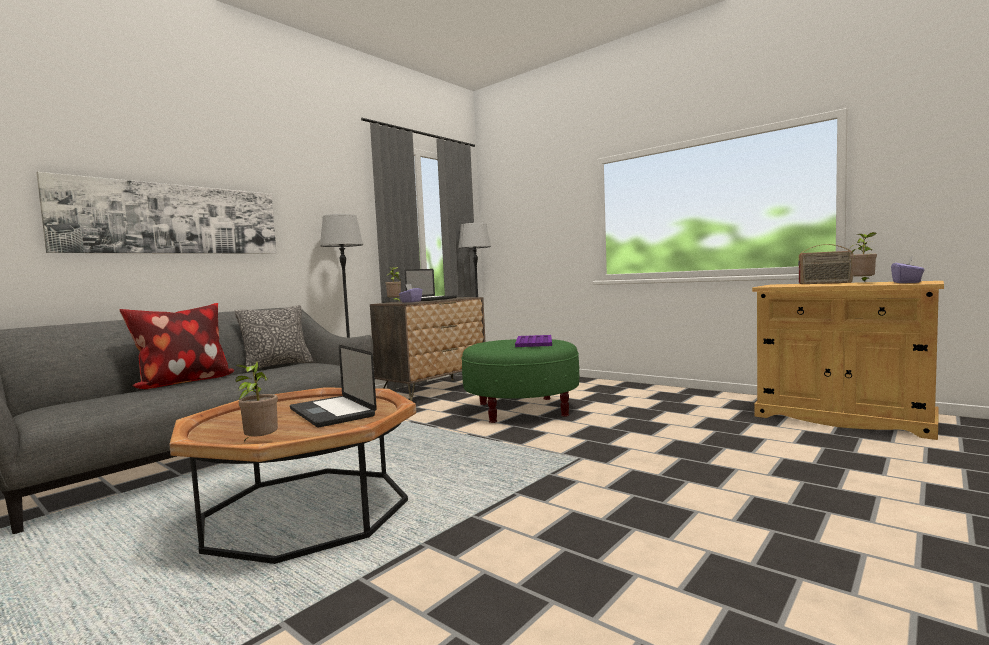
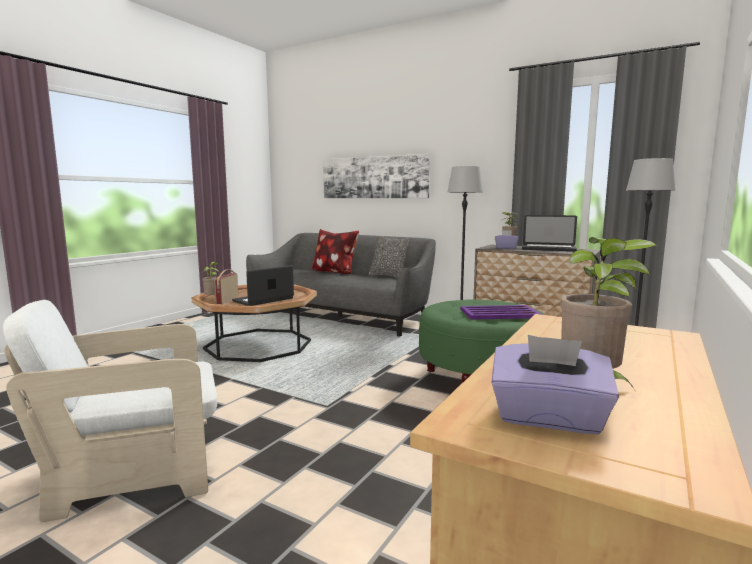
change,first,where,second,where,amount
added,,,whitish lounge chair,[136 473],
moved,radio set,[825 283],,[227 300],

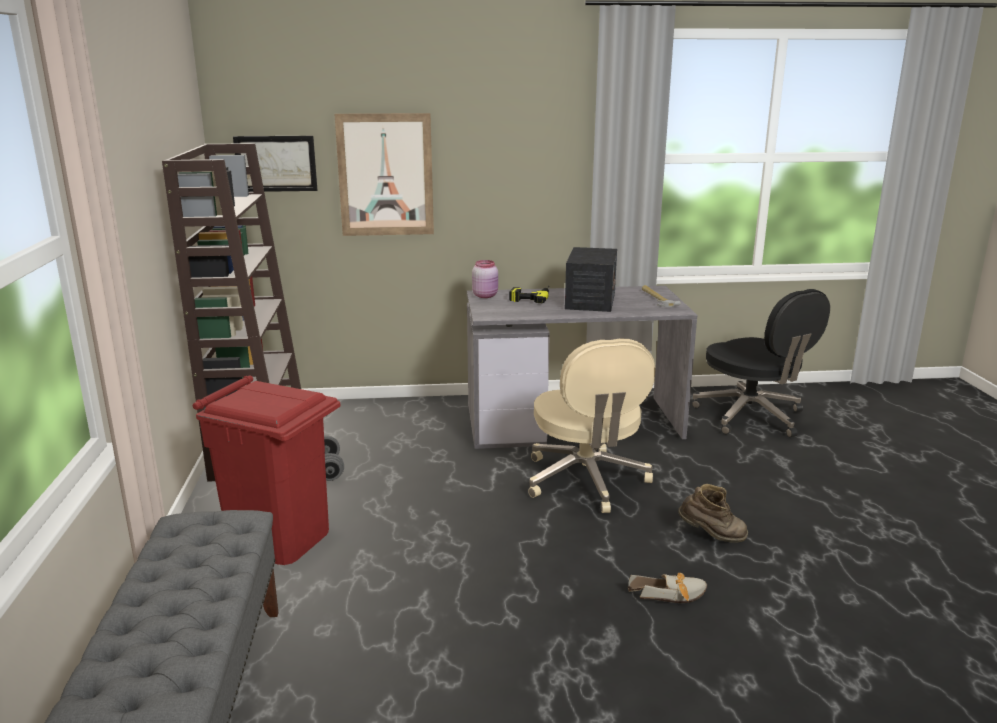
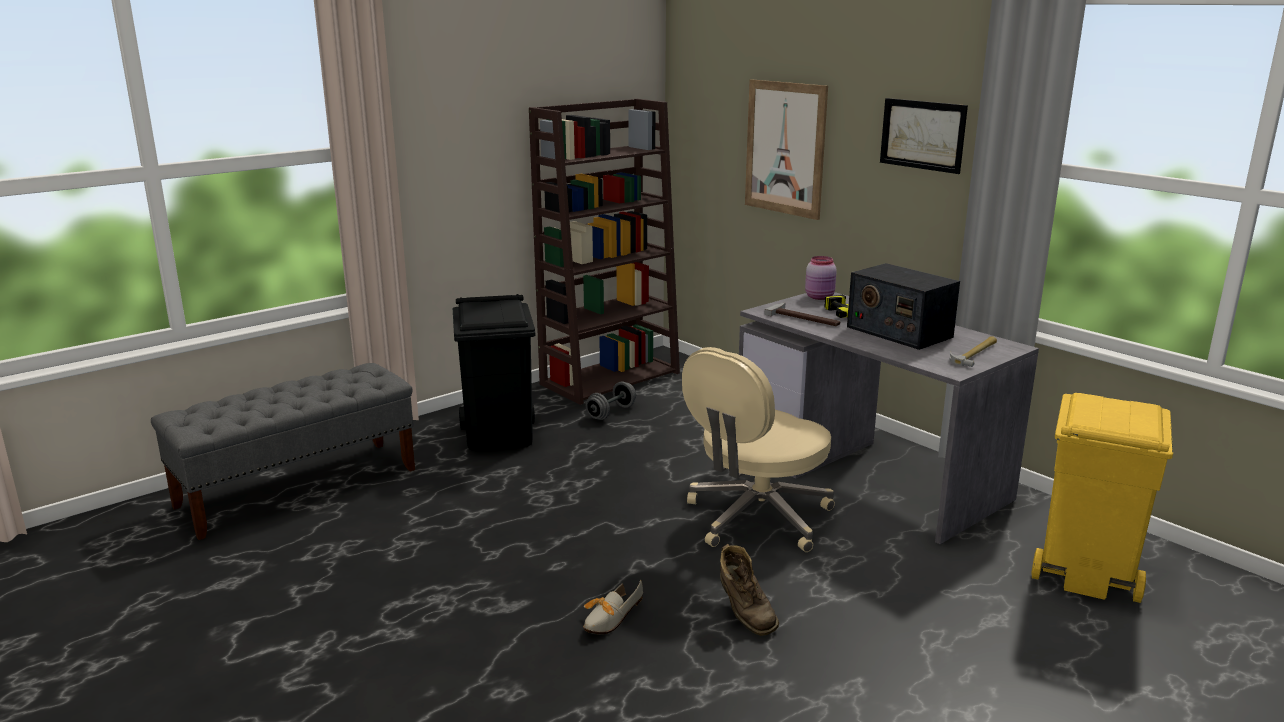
change,first,where,second,where,amount
recoloured,reddish waste bin,[280 538],black-coloured waste bin,[499 435],
turned,low shoe,[672 595],,[608 619],75 degrees clockwise
added,,,hammer,[805 318],
turned,radio set,[590 300],,[898 332],75 degrees clockwise
moved,wall picture,[276 163],,[922 135],
replaced,black-coloured desk chair,[752 417],yellow waste bin,[1085 572],

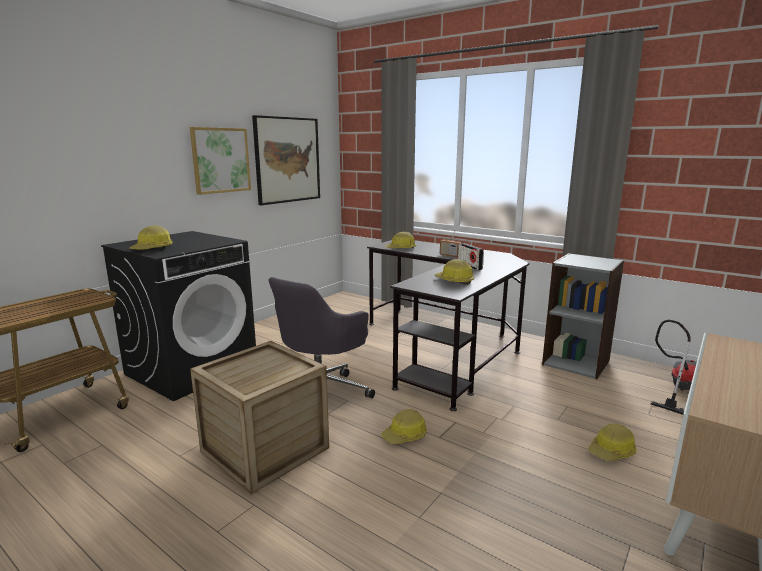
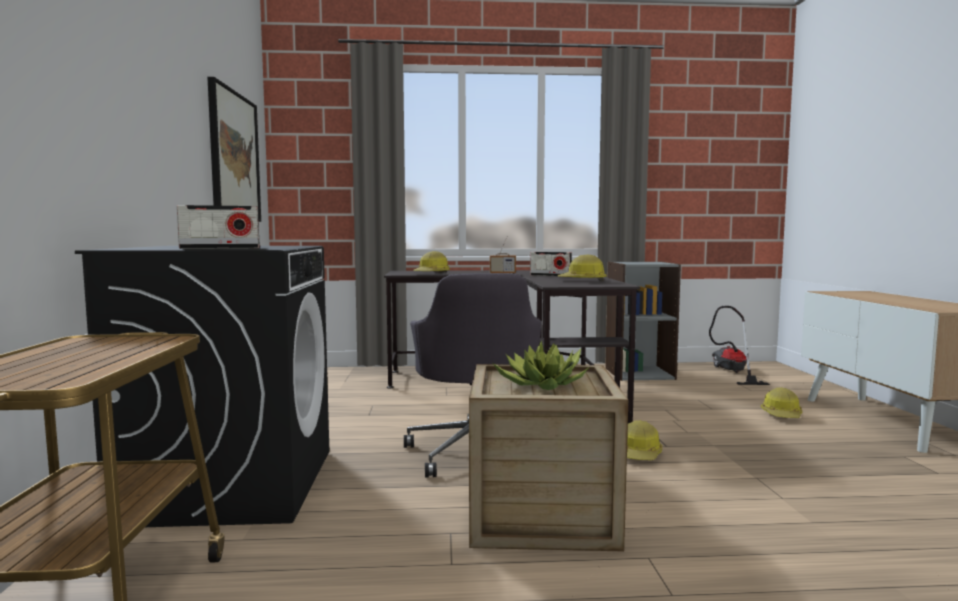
change,first,where,second,where,amount
replaced,hard hat,[153 249],radio set,[220 248],
added,,,plant in a pot,[540 384],
removed,wall picture,[220 160],,,

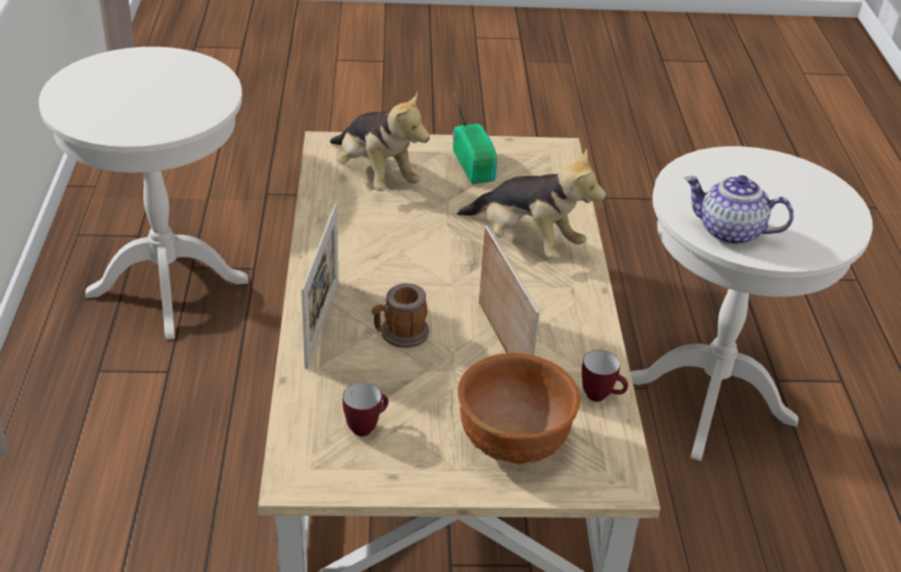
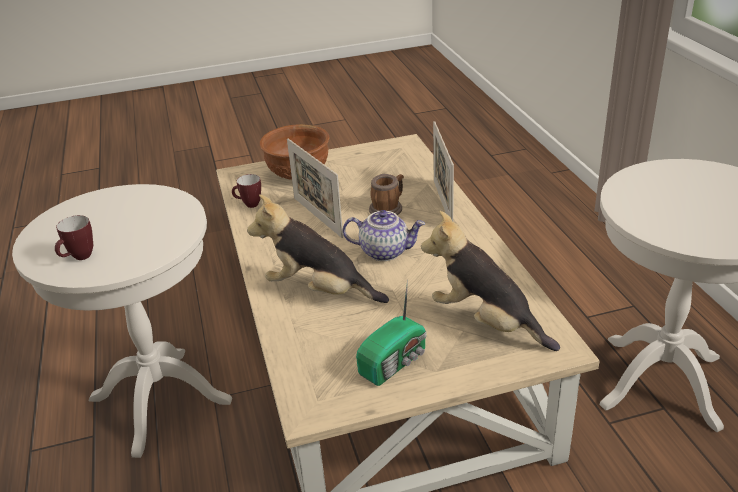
change,first,where,second,where,amount
moved,coffee mug,[366 426],,[79 258],
moved,teapot,[729 232],,[385 251],
turned,radio set,[474 164],,[395 362],105 degrees counterclockwise

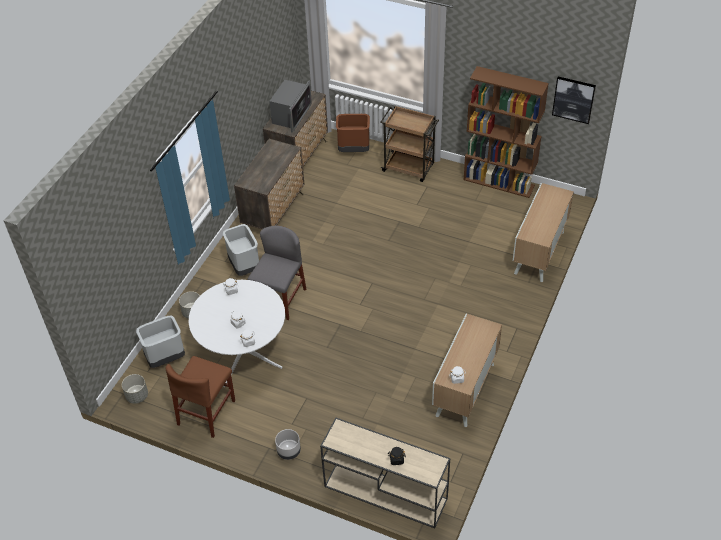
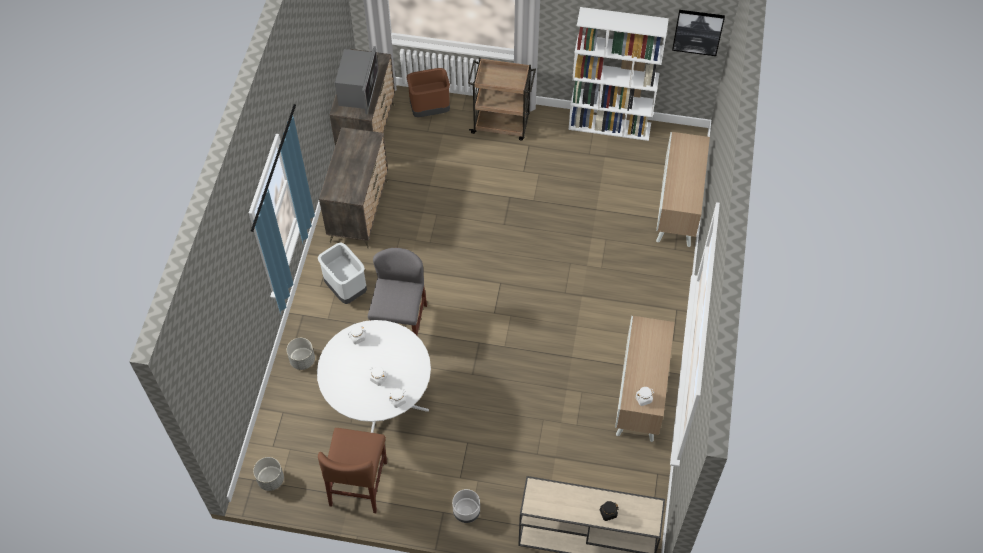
change,first,where,second,where,amount
recoloured,brown-coloured bookshelf,[499 182],whitish bookshelf,[610 126],
removed,grey waste bin,[166 358],,,

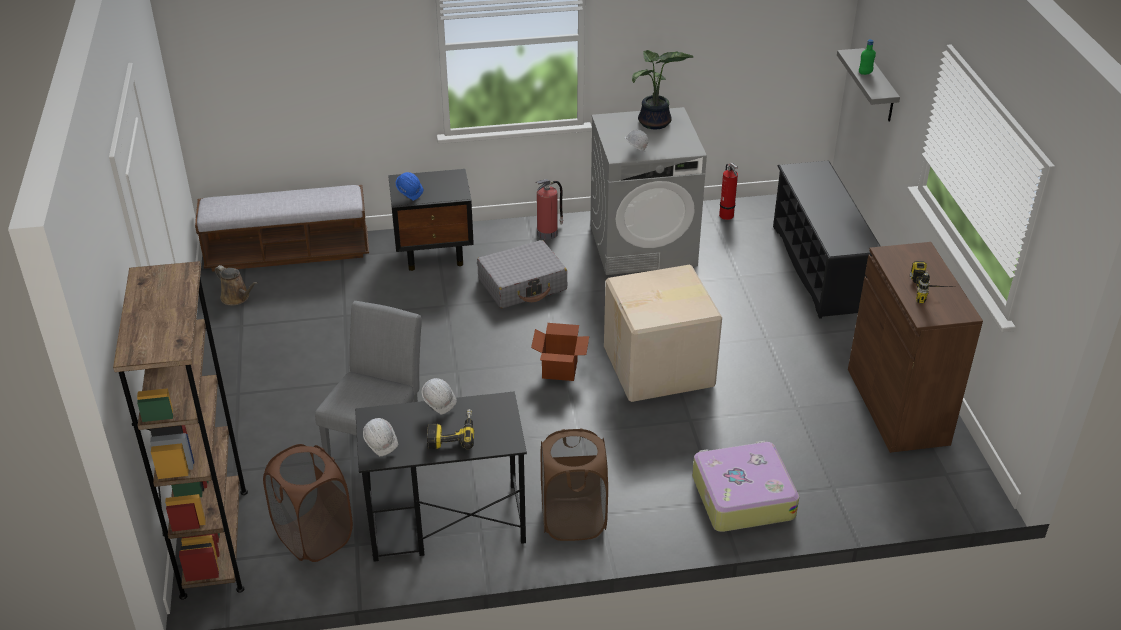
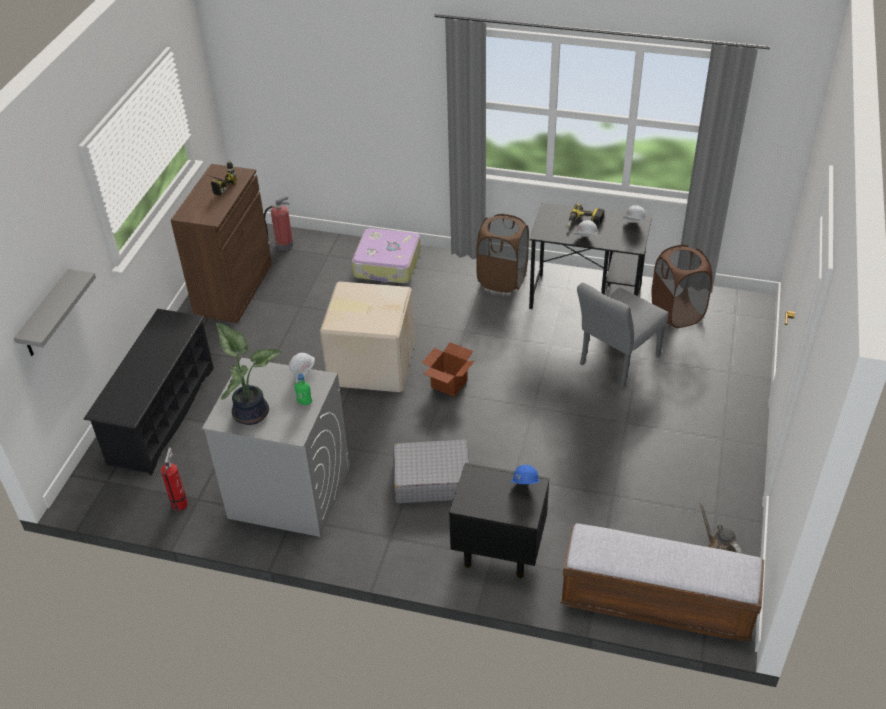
change,first,where,second,where,amount
moved,extinguisher,[548 233],,[283 244],
moved,greenish bottle,[865 73],,[304 402],
removed,brown-coloured bookshelf,[215 542],,,

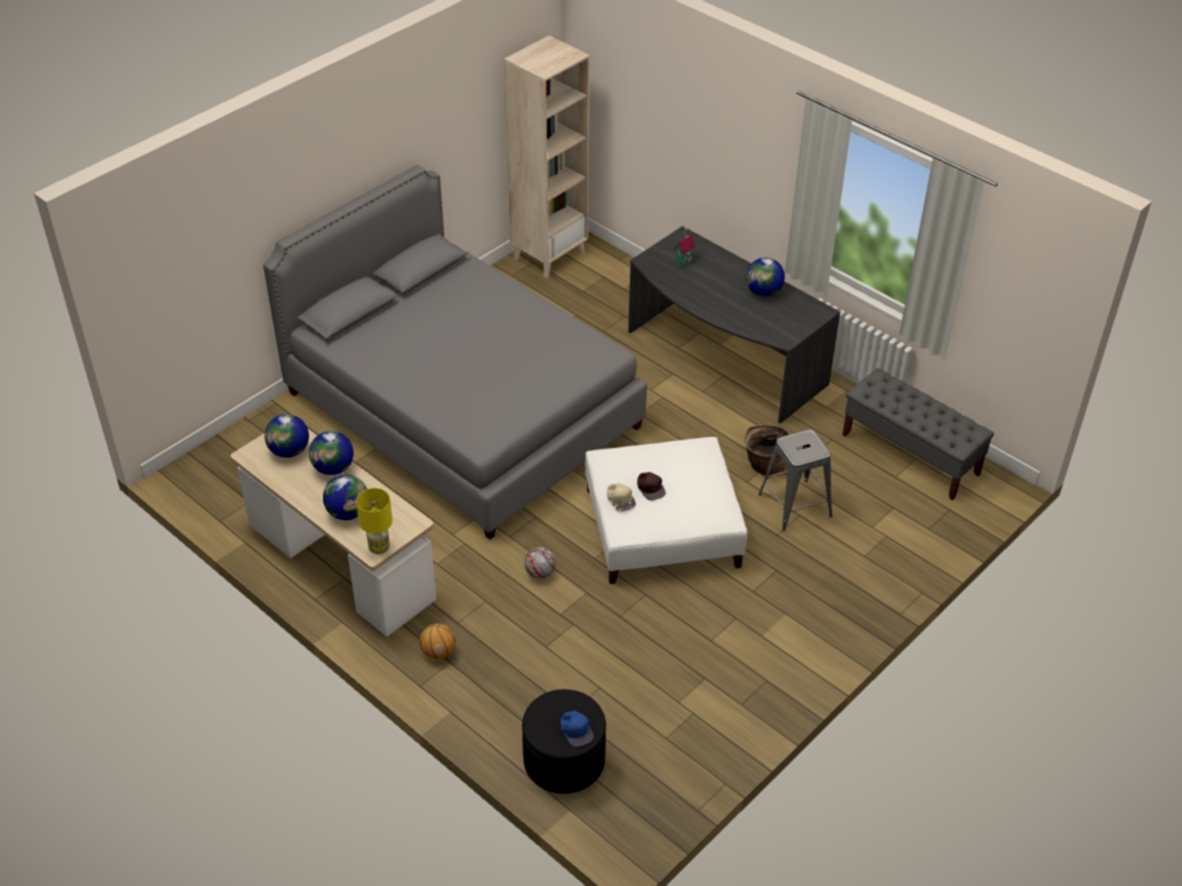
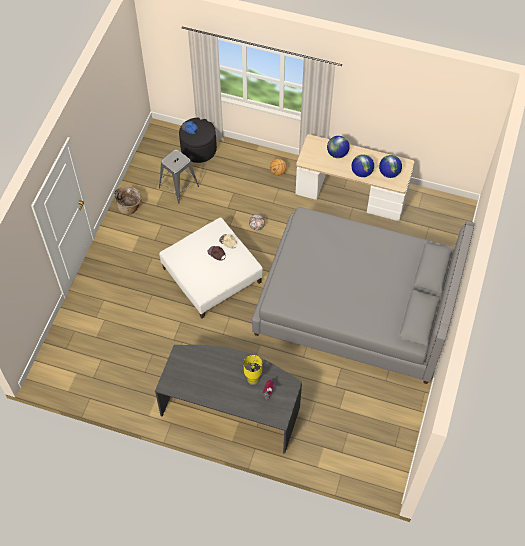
change,first,where,second,where,amount
moved,basket,[764 464],,[130 207],
moved,grey stool,[795 505],,[178 187],
moved,yellow table lamp,[378 548],,[253 380],
removed,beige-coloured bookshelf,[549 255],,,
removed,world globe,[763 292],,,
removed,grey indoor bench,[911 454],,,

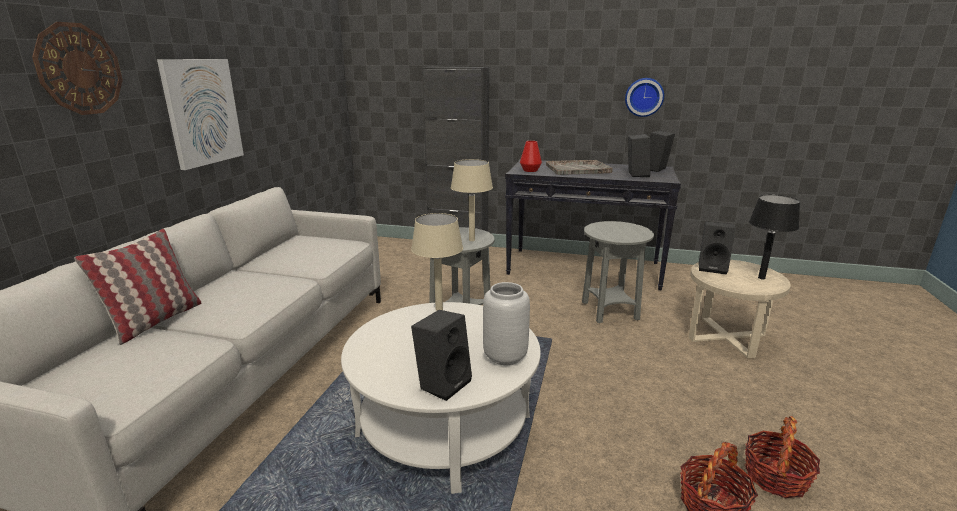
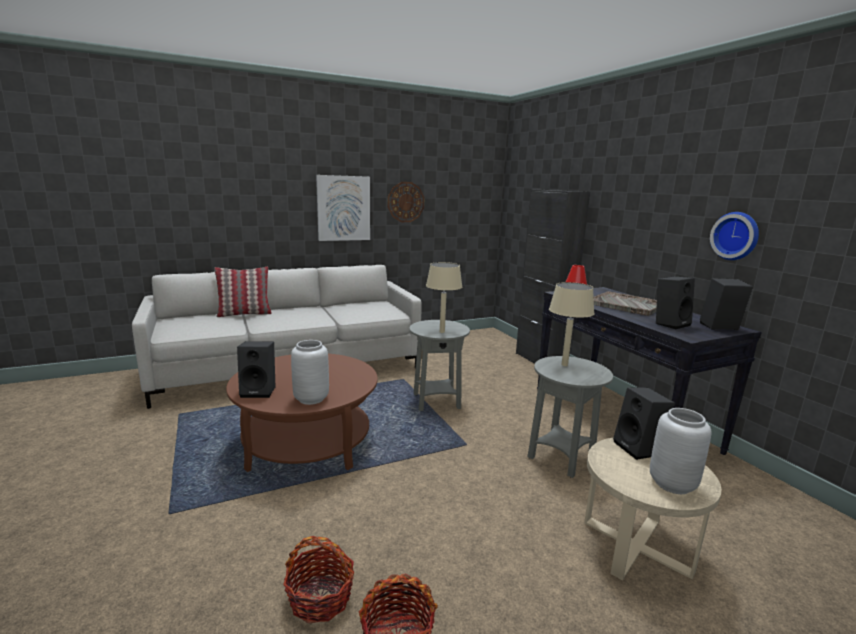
change,first,where,second,where,amount
recoloured,whitish low table,[444 425],brown-coloured low table,[307 442],
moved,wall clock,[79 69],,[405 202],
moved,beige-coloured table lamp,[439 309],,[564 365],
replaced,black-coloured table lamp,[761 278],grey flower vase,[672 484],

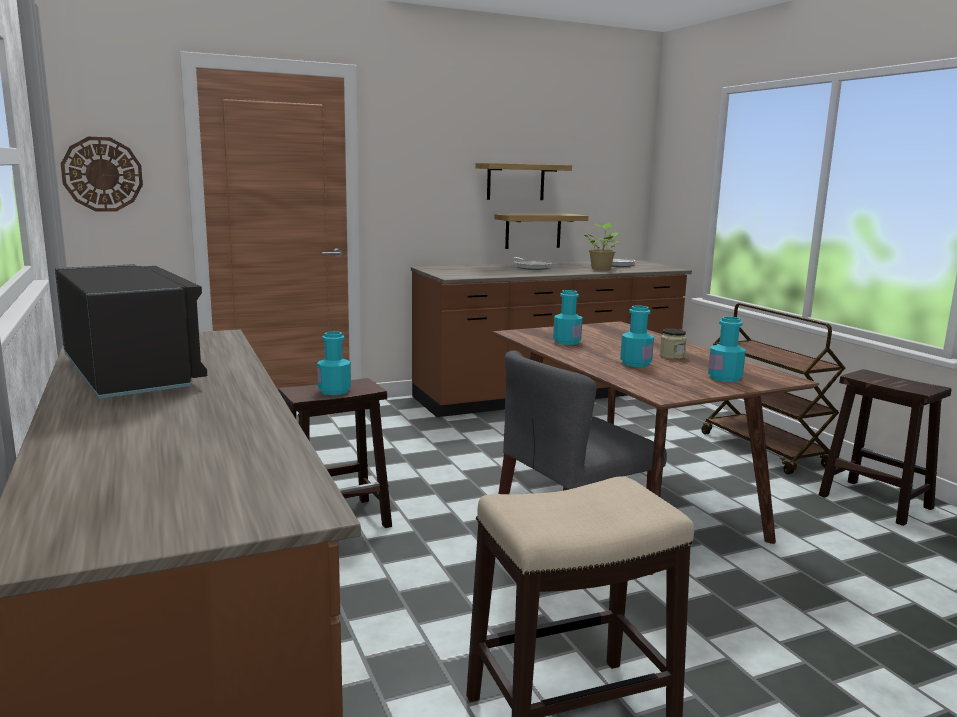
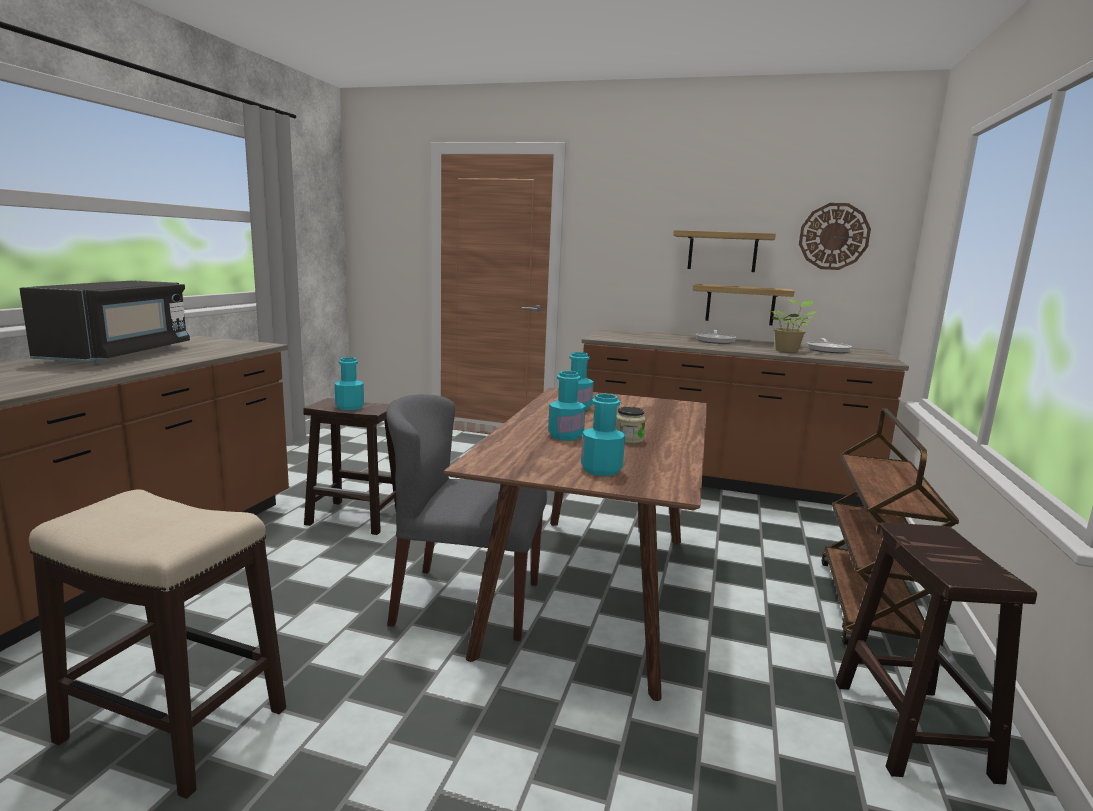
change,first,where,second,where,amount
moved,wall clock,[102 174],,[834 236],

